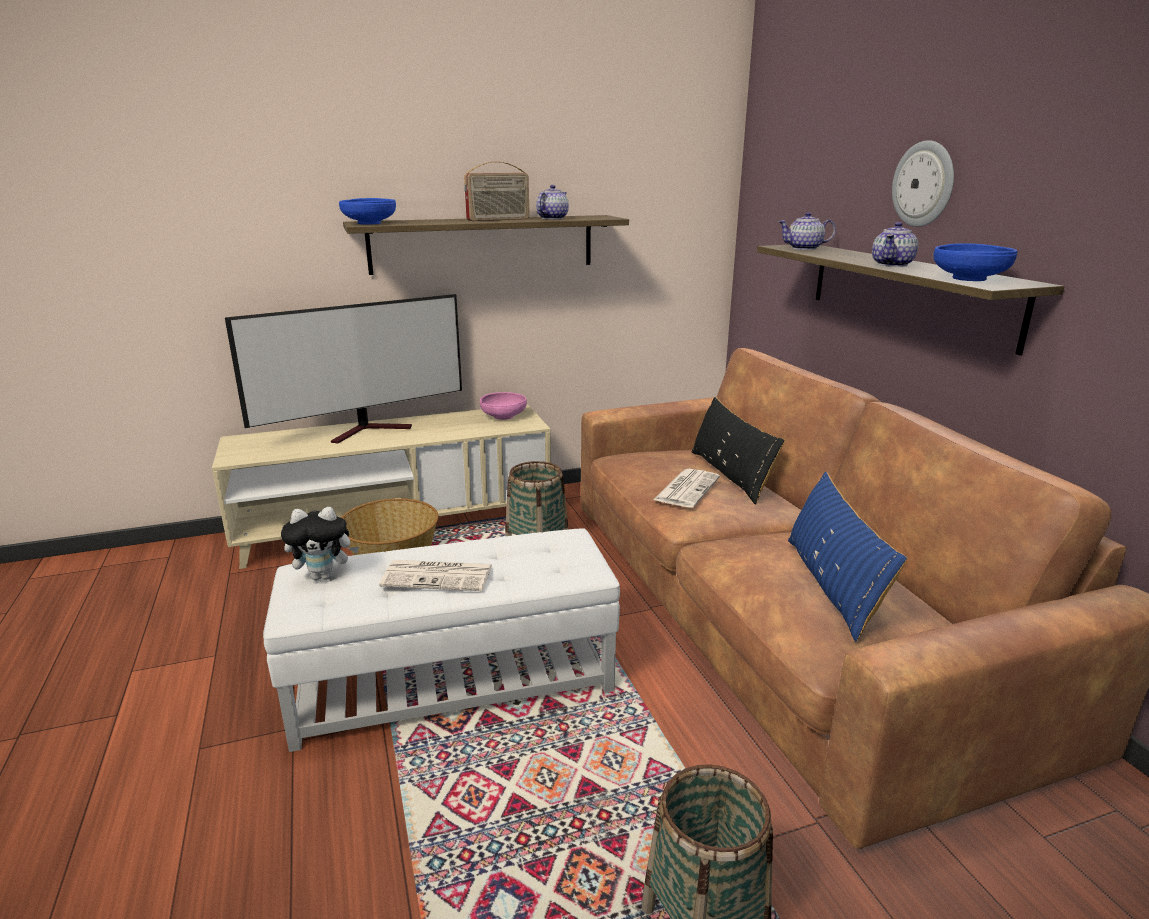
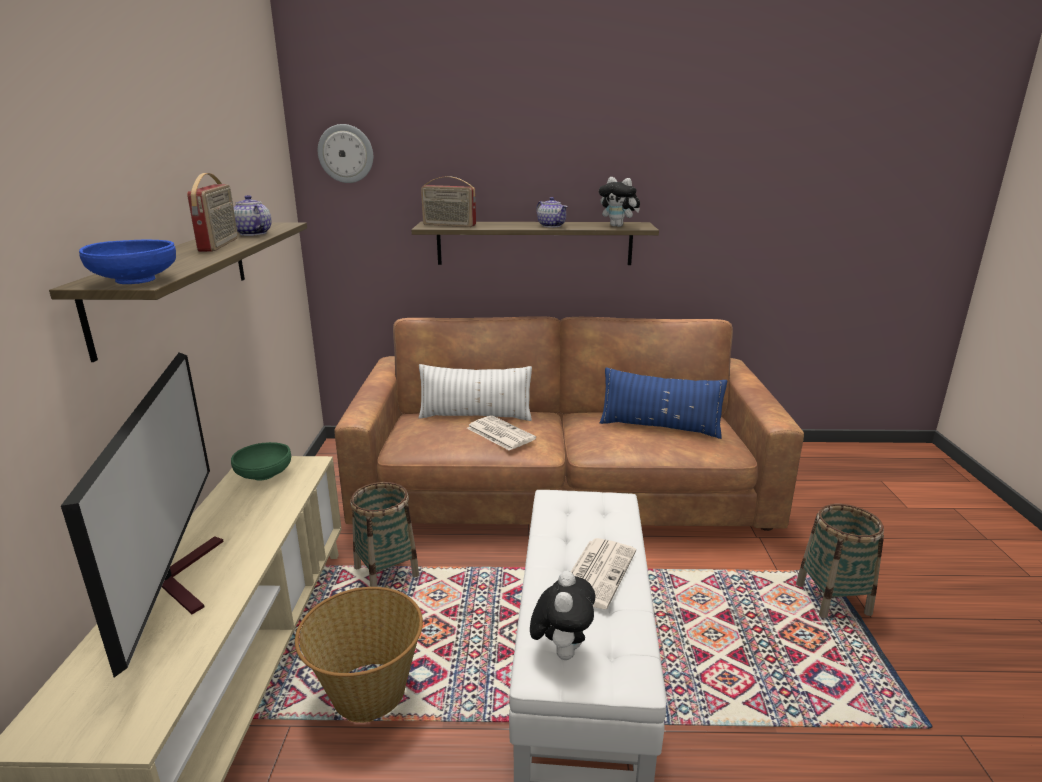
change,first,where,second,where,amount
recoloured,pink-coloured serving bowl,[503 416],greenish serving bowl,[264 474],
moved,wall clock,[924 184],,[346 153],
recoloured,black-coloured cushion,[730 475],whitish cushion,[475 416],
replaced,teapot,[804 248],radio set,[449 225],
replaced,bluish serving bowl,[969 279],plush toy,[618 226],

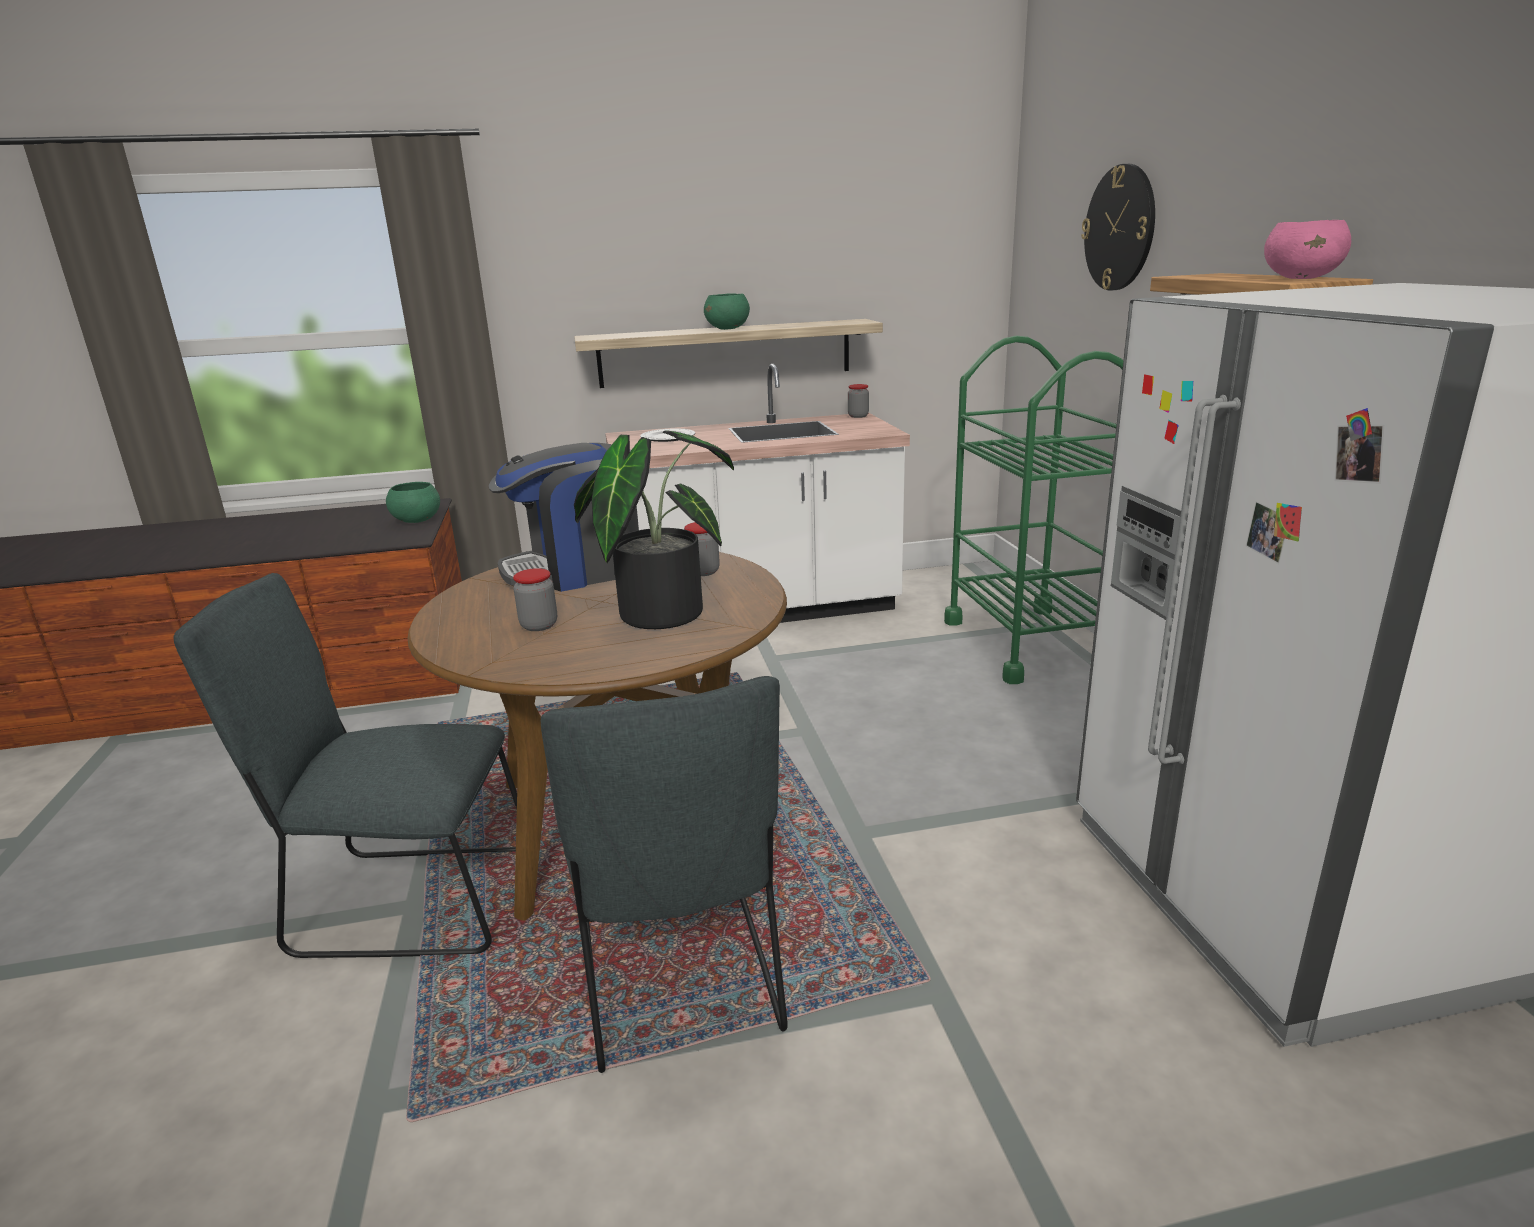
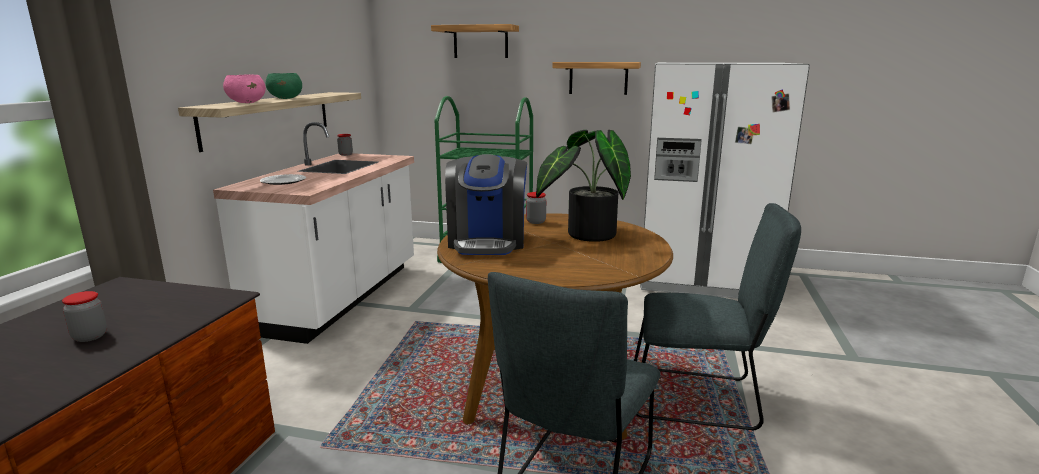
change,first,where,second,where,amount
moved,jar,[539 625],,[90 336],
moved,pink-coloured serving bowl,[1302 278],,[247 102],
replaced,wall clock,[1120 228],bracket shelf,[480 42],
removed,greenish serving bowl,[416 521],,,

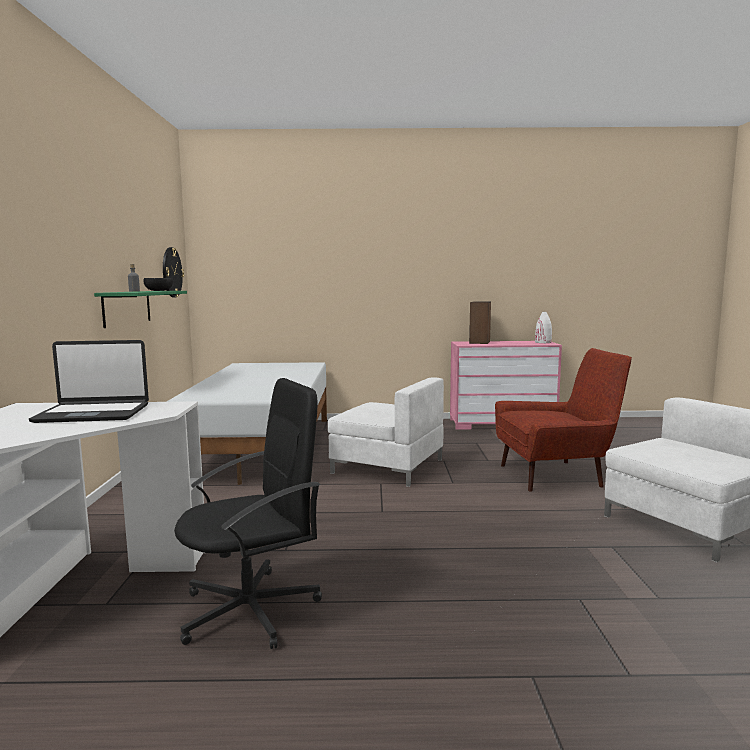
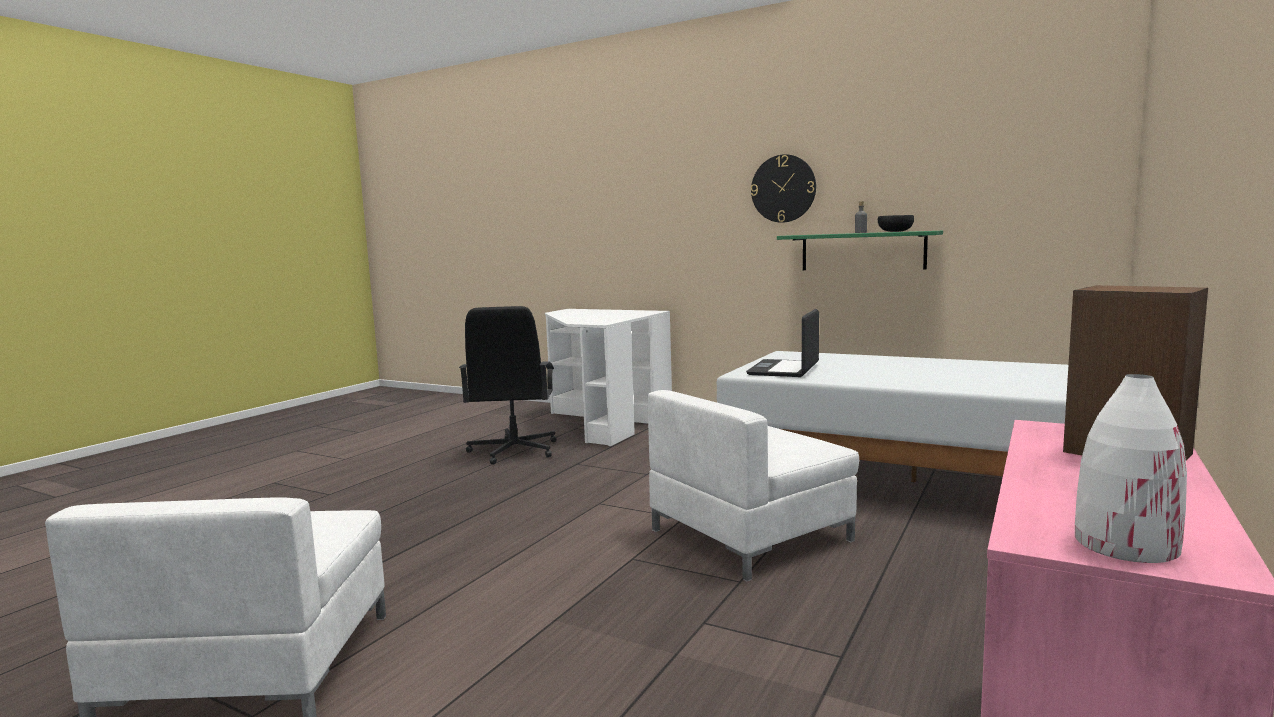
change,first,where,second,where,amount
moved,laptop,[93 413],,[784 370],
moved,wall clock,[171 272],,[783 188],
removed,reddish lounge chair,[556 475],,,

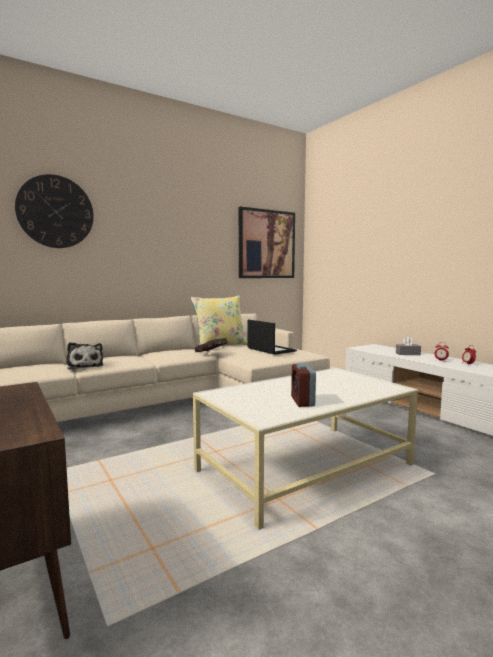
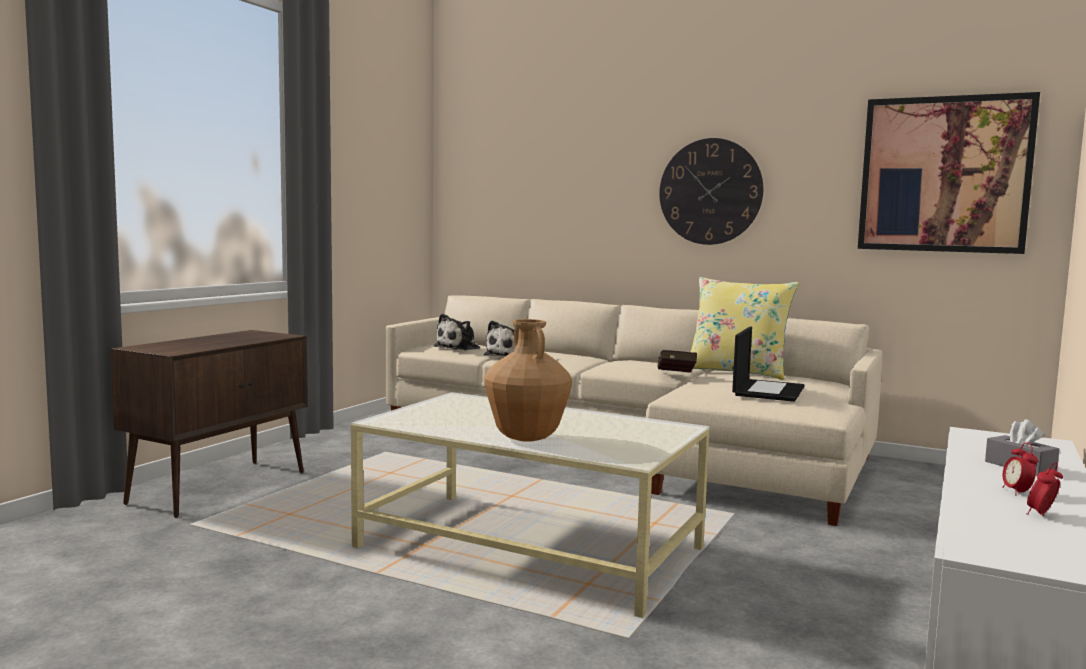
change,first,where,second,where,amount
added,,,plush toy,[459 348],
added,,,brown-coloured flower vase,[527 438],
moved,wall clock,[55 212],,[710 191],
removed,table clock,[302 401],,,

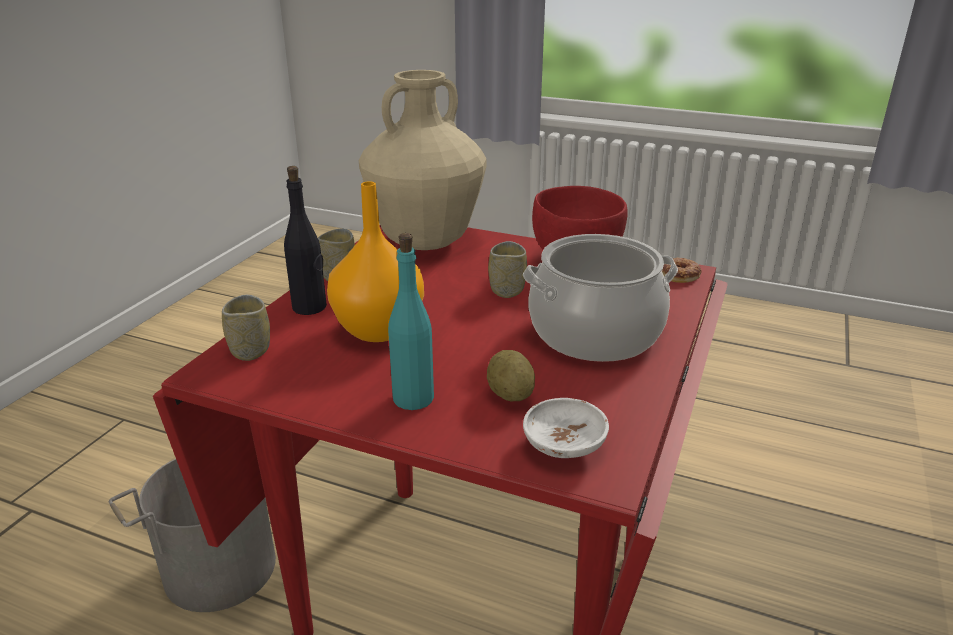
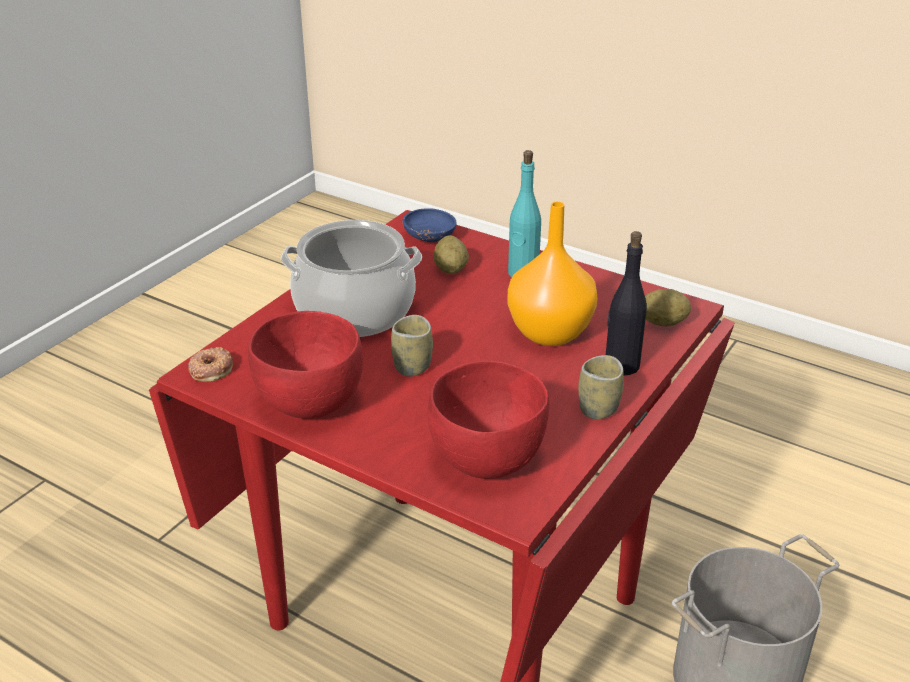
change,first,where,second,where,amount
recoloured,whitish serving bowl,[564 447],bluish serving bowl,[429 237],
replaced,beige-coloured flower vase,[426 242],reddish serving bowl,[487 461],
replaced,drinking cup,[250 351],whole potato,[662 323],

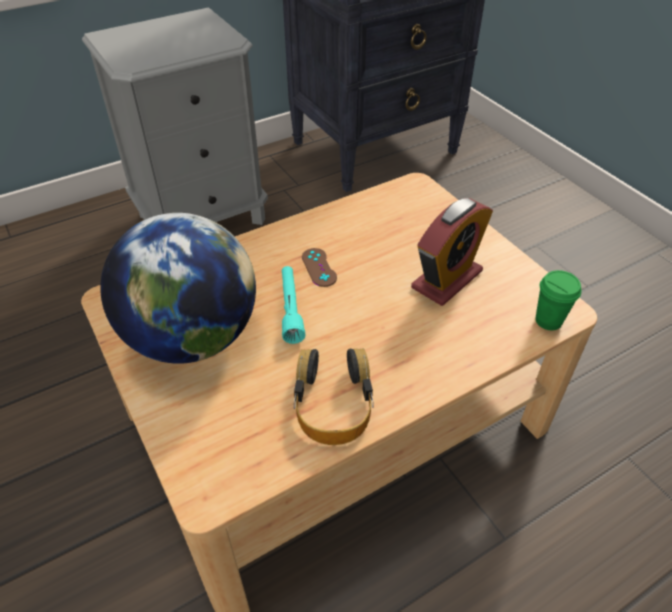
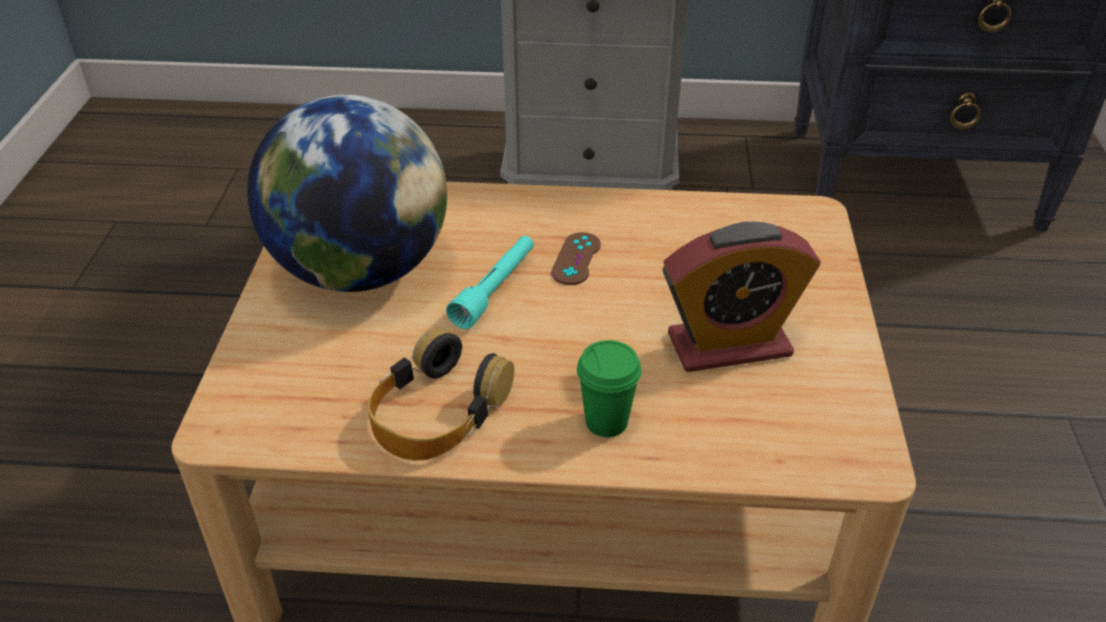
change,first,where,second,where,amount
moved,greenish drinking cup,[548 321],,[606 422],

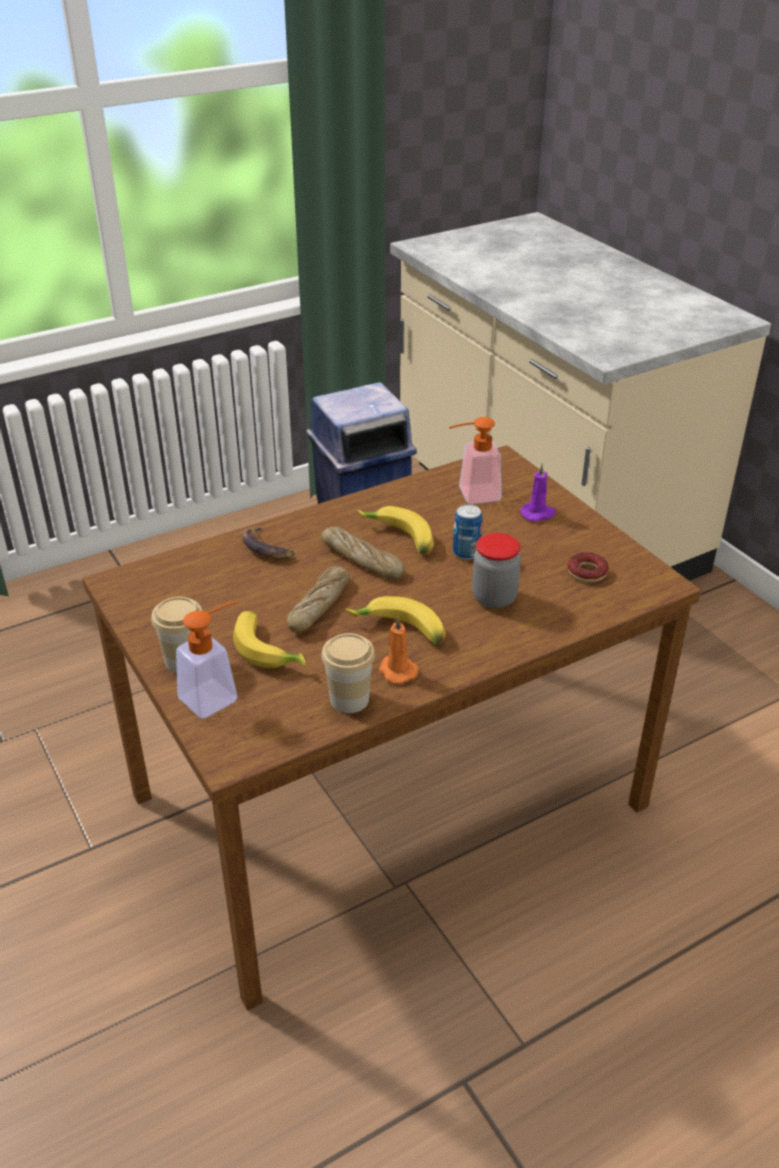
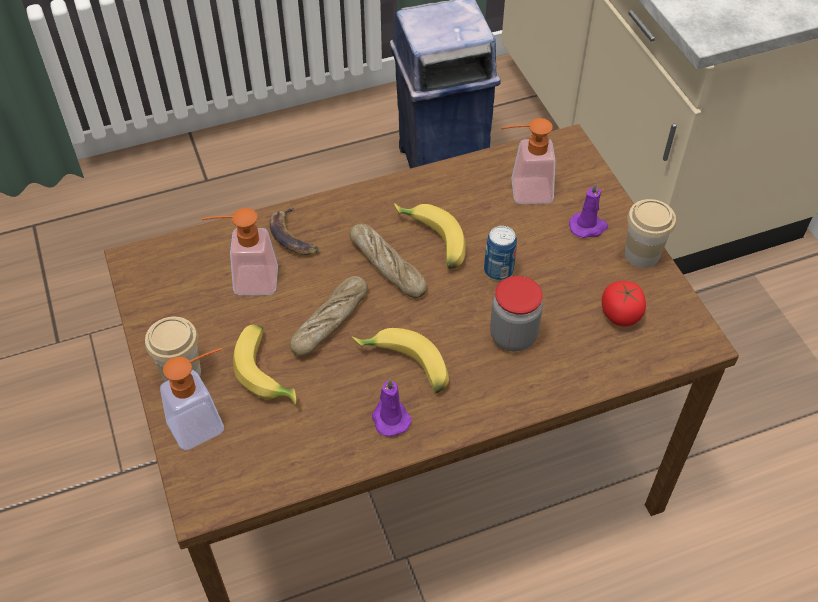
change,first,where,second,where,amount
added,,,soap bottle,[246 280],
recoloured,orangey wax candle,[396 670],purple wax candle,[390 418],
replaced,donut,[587 572],fresh tomato,[620 314],
moved,drinking cup,[349 699],,[641 254],

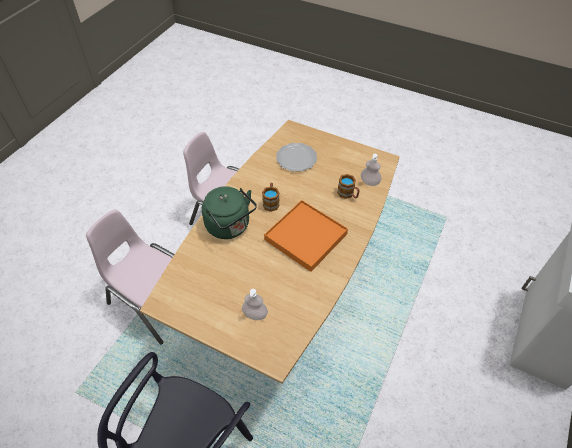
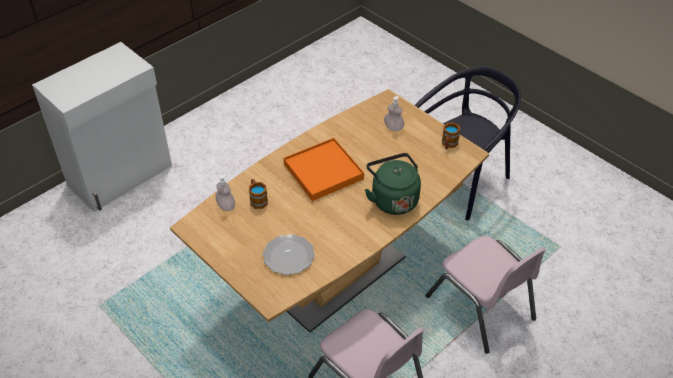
change,first,where,second,where,amount
moved,coffee mug,[271 202],,[448 144],

